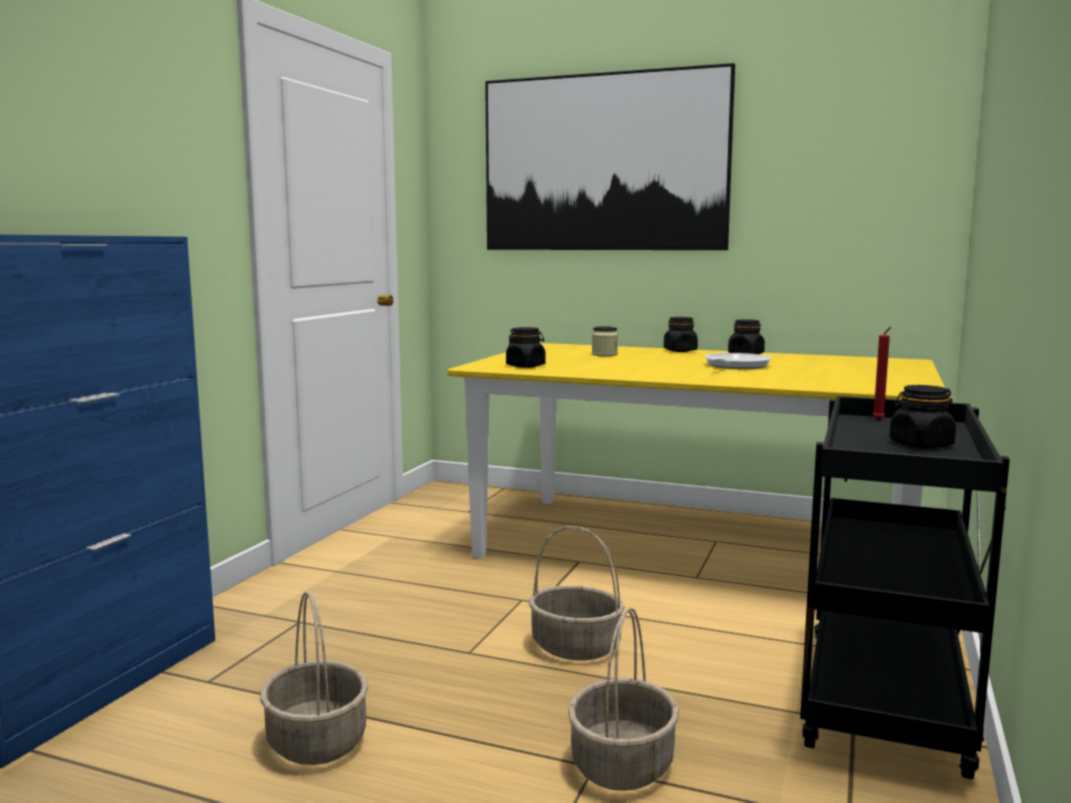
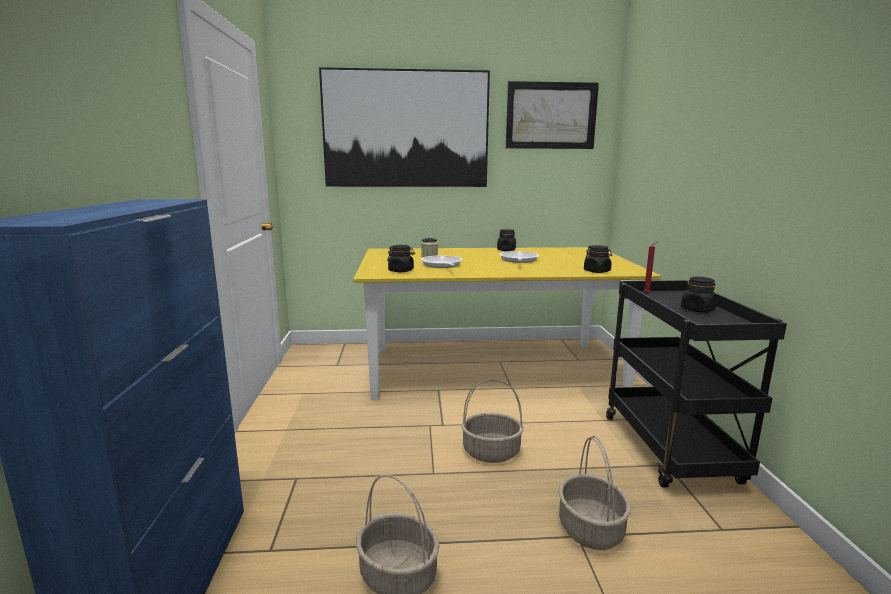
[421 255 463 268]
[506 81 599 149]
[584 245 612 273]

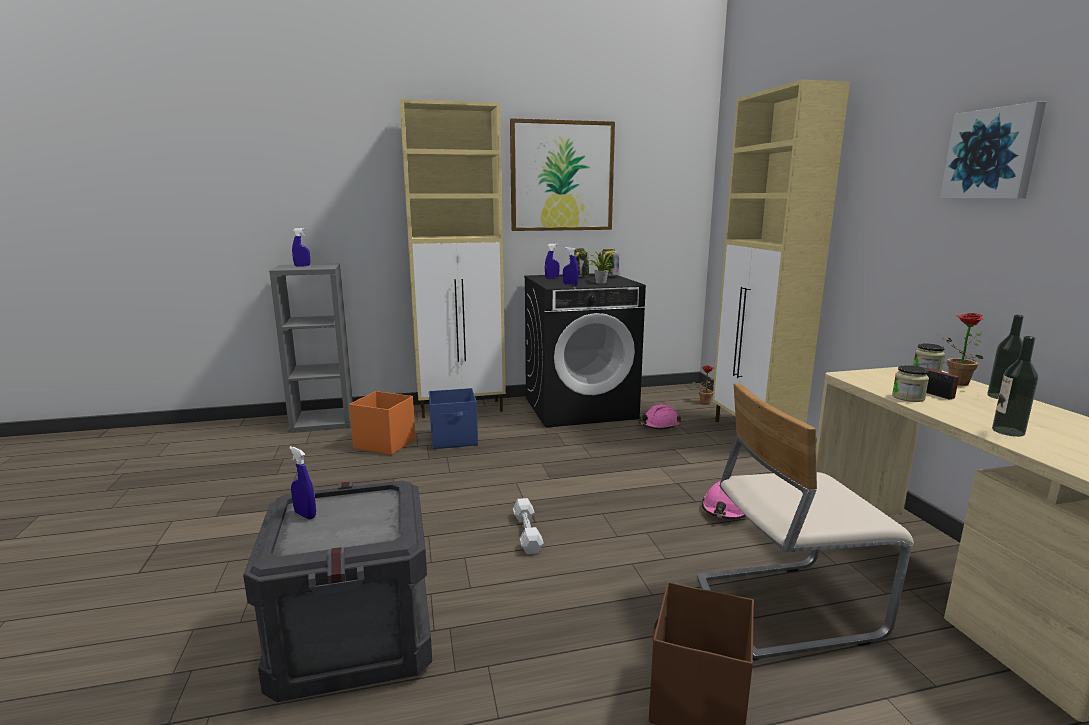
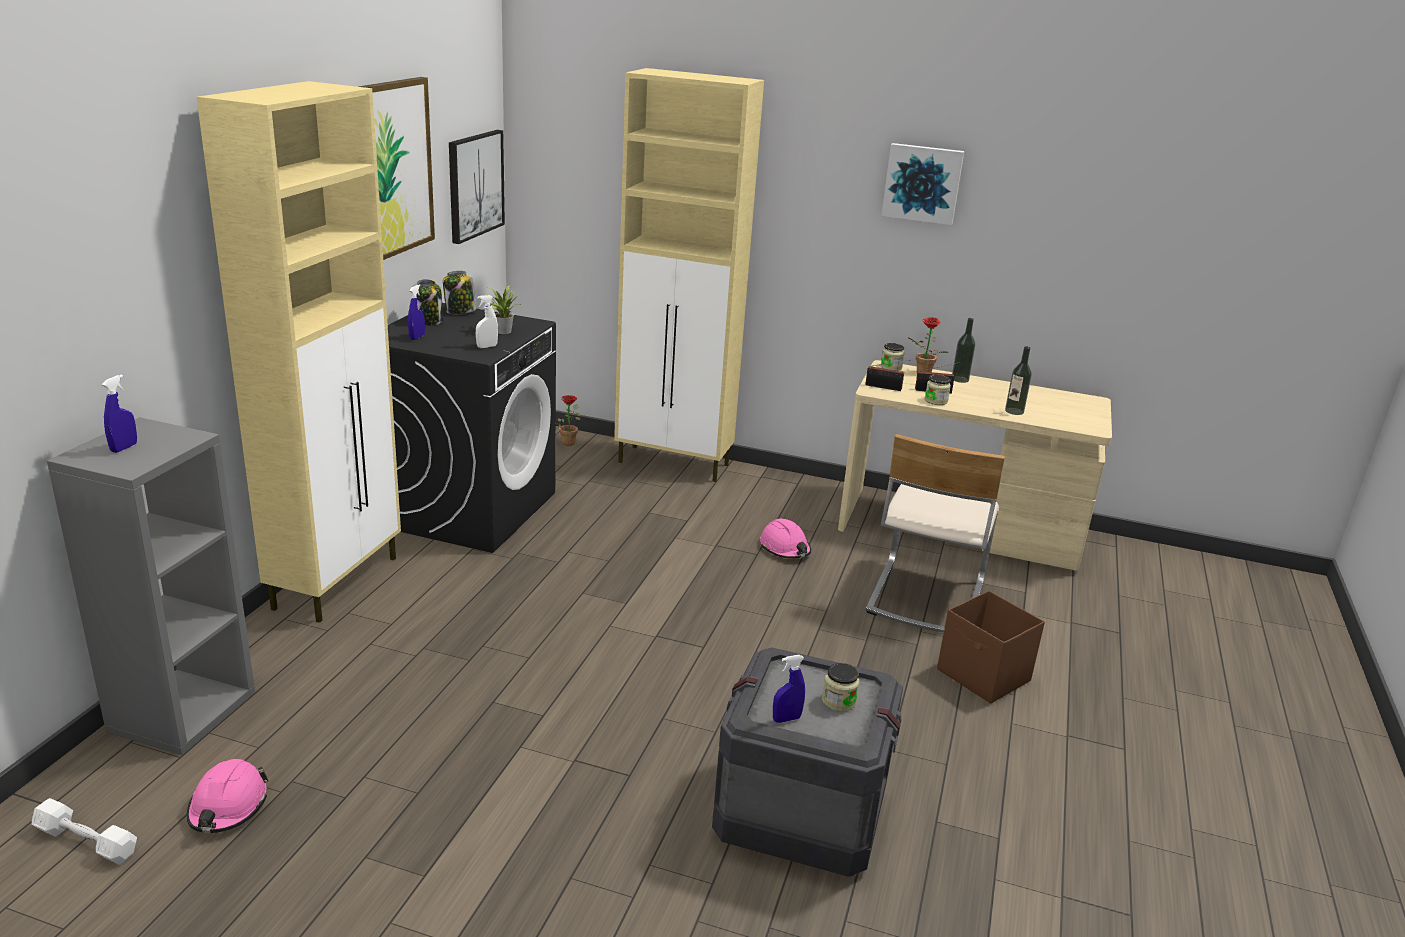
[32 798 137 865]
[187 759 268 833]
[449 130 505 244]
[476 295 498 348]
[822 663 859 712]
[865 360 911 391]
[349 391 415 455] (first image)
[429 388 478 449] (first image)

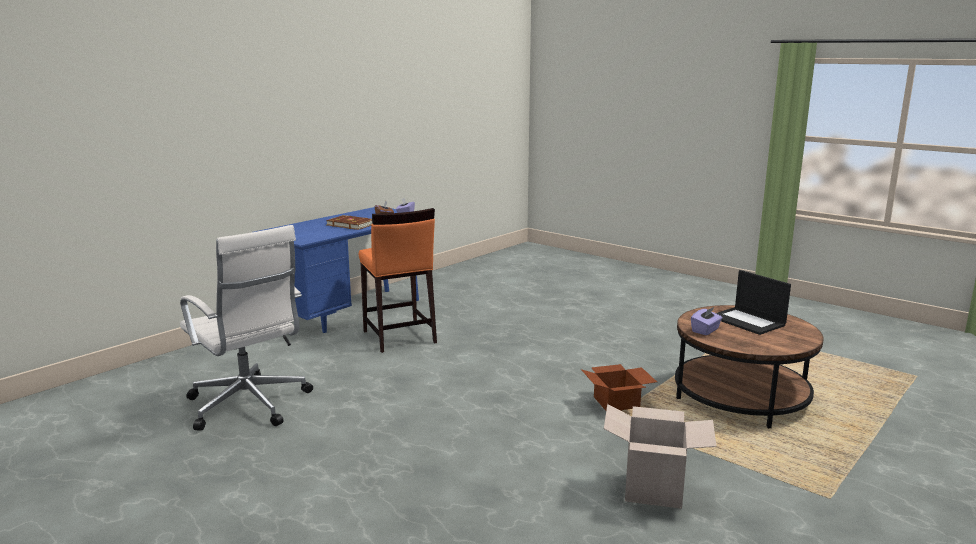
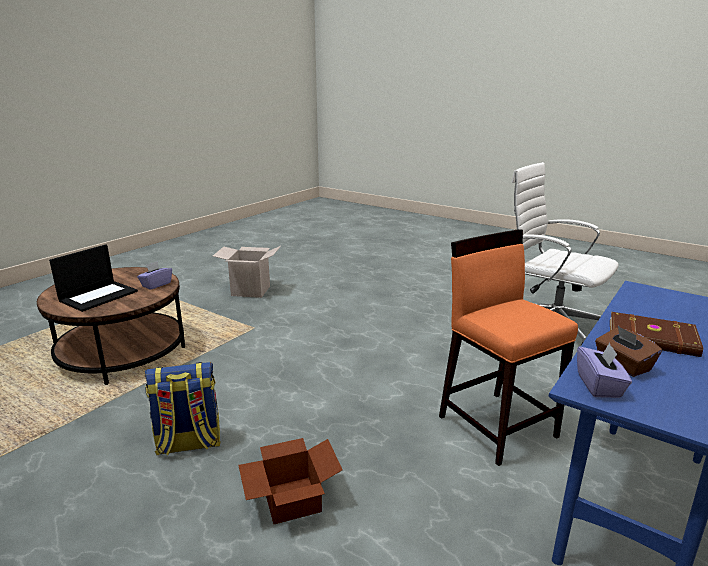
[49 244 138 312]
[145 362 221 455]
[238 438 343 524]

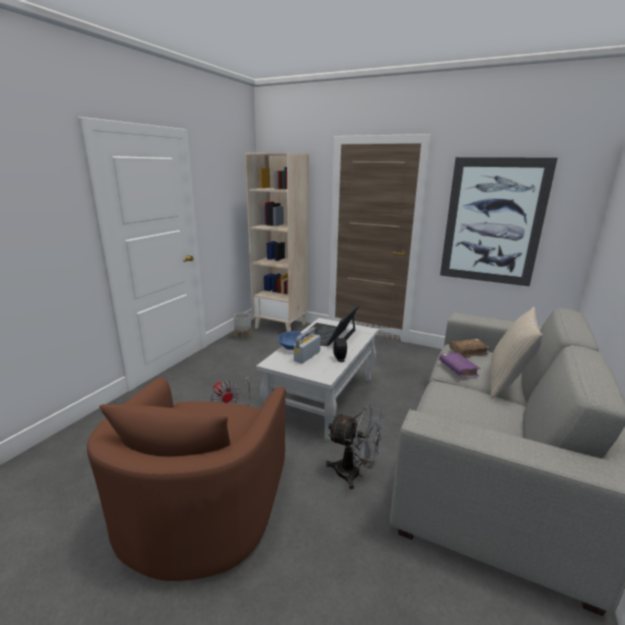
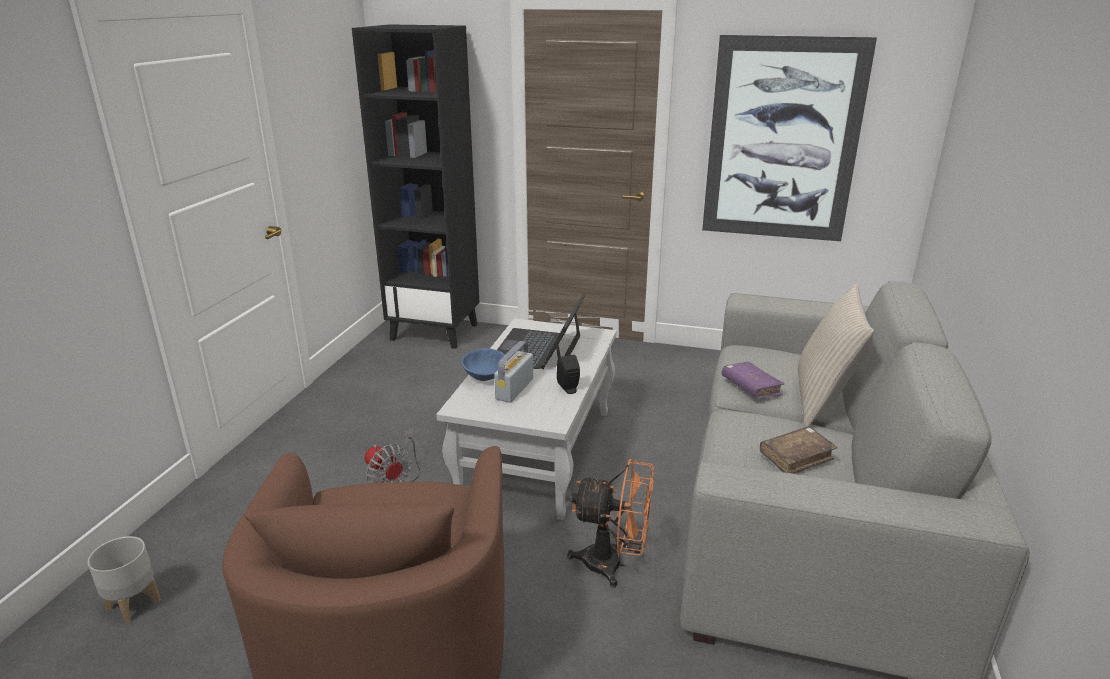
[88 536 160 624]
[352 25 479 349]
[567 459 654 588]
[760 427 838 474]

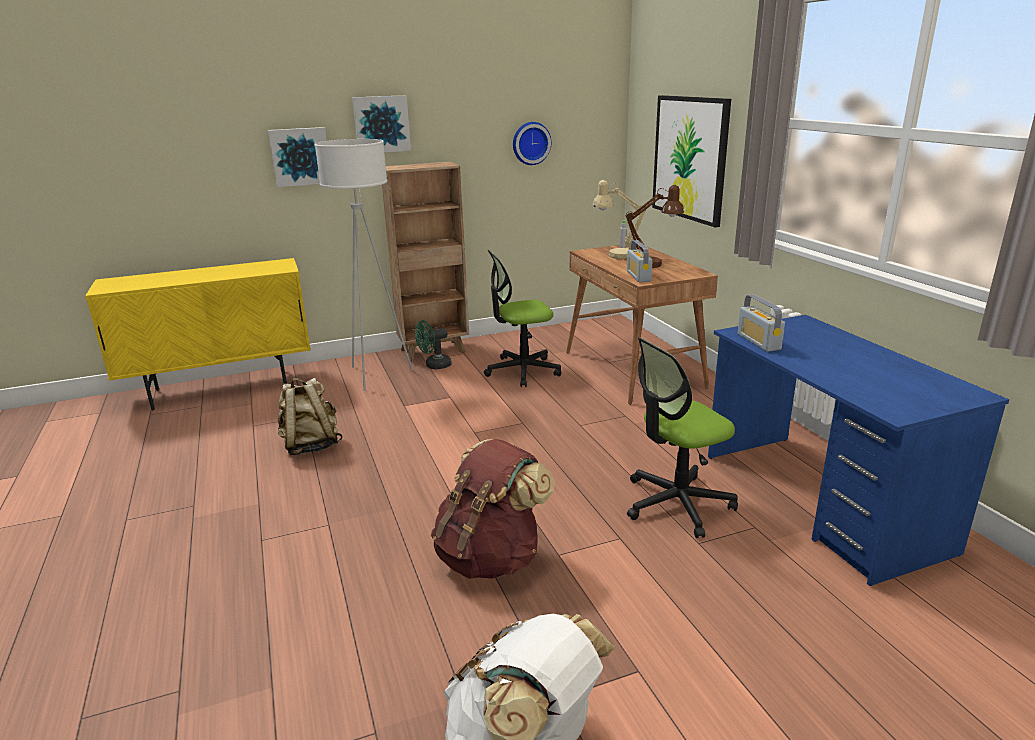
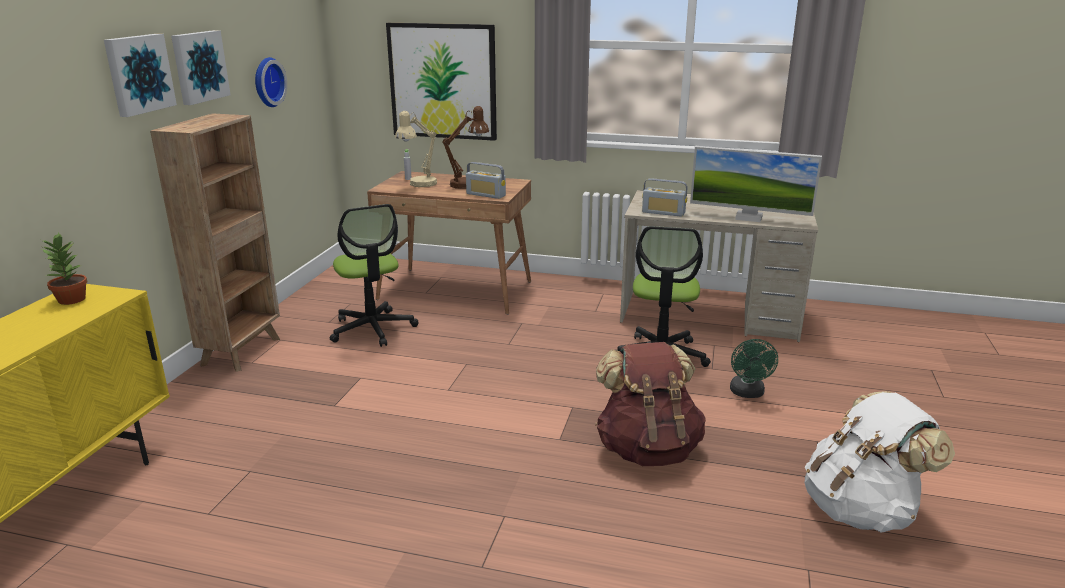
[41 232 87 305]
[171 30 231 105]
[330 204 418 347]
[620 190 818 342]
[690 146 822 222]
[730 339 778 398]
[278 378 342 455] (first image)
[315 139 413 391] (first image)

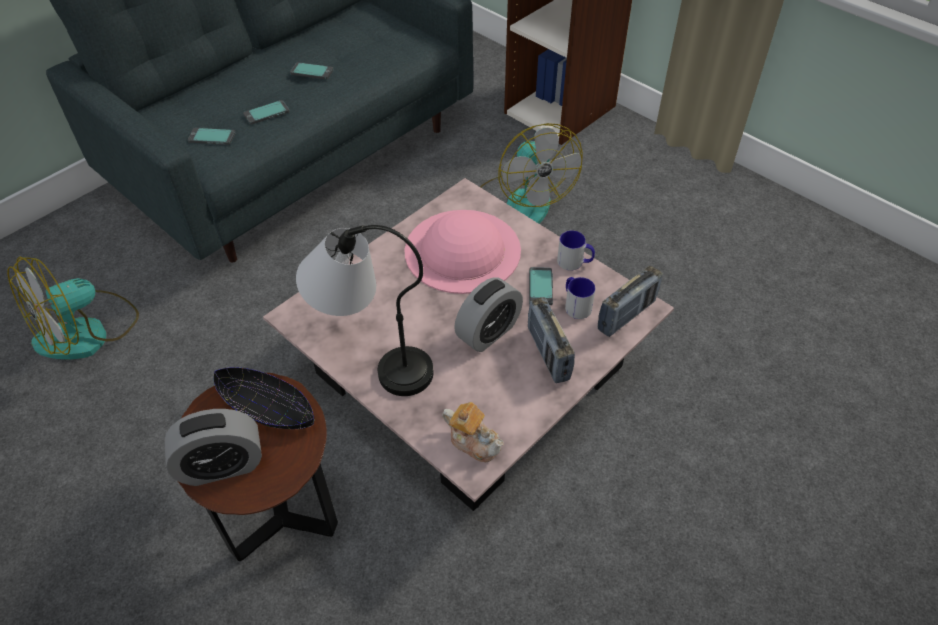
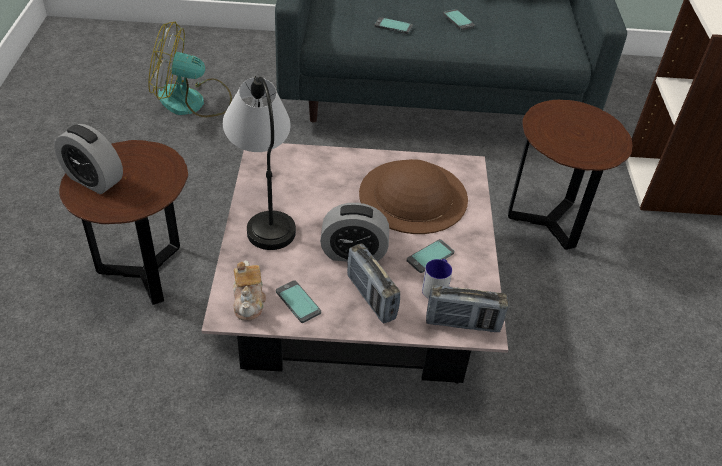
[276 280 321 323]
[347 244 400 323]
[359 159 468 234]
[508 100 632 250]
[213 367 314 429] (first image)
[557 230 595 271] (first image)

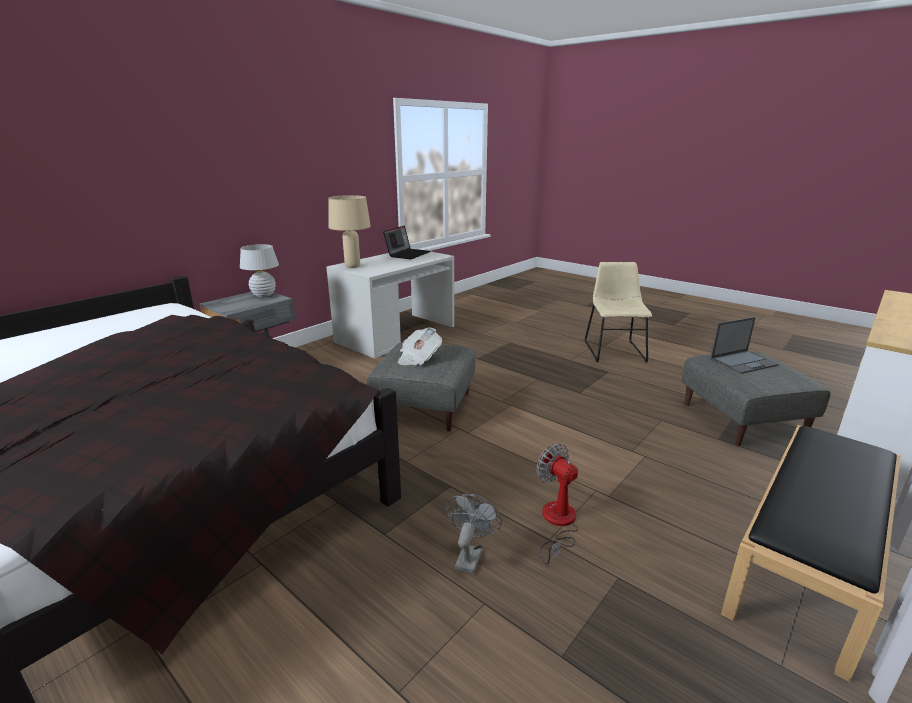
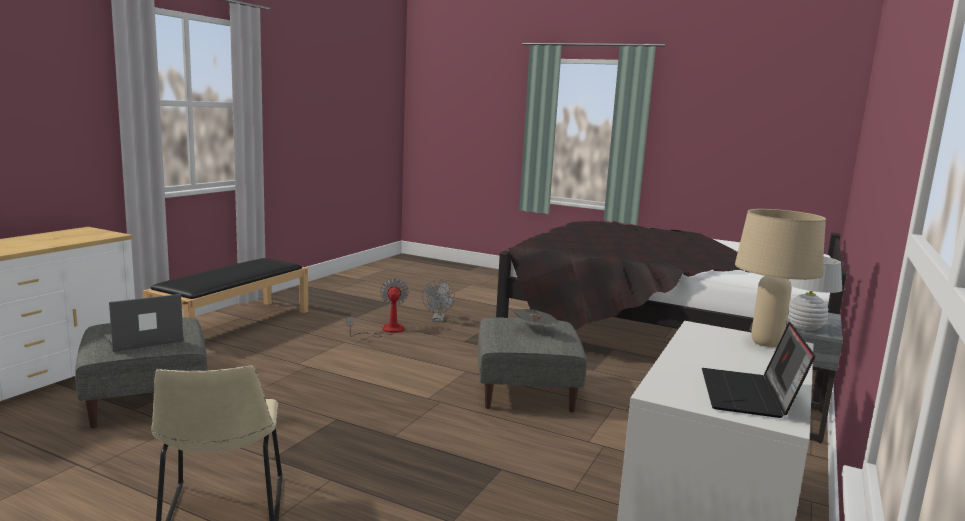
[347 278 409 337]

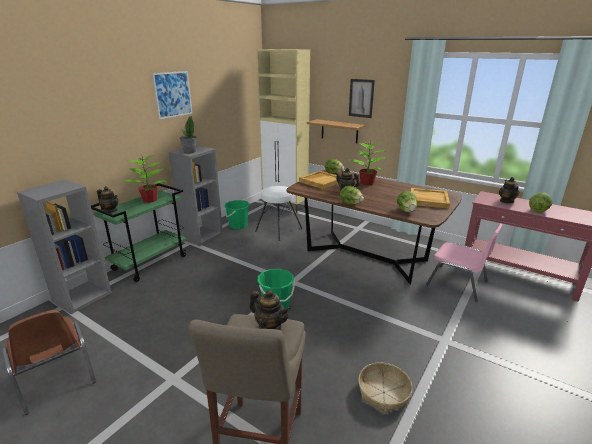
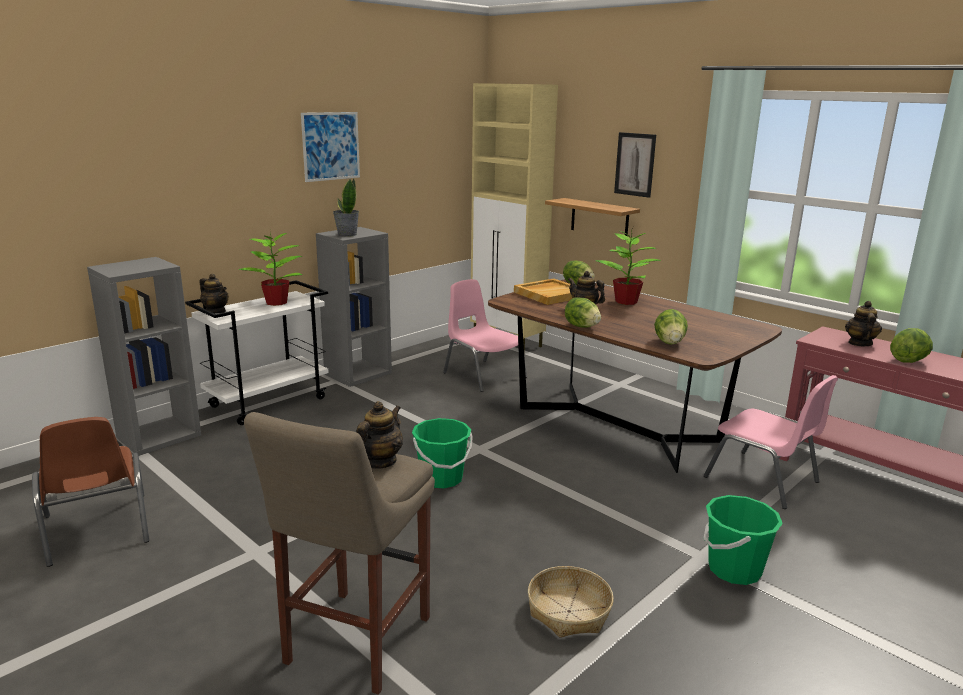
[185 280 329 425]
[356 401 403 469]
[443 279 527 392]
[703 495 783 585]
[411 188 450 209] (first image)

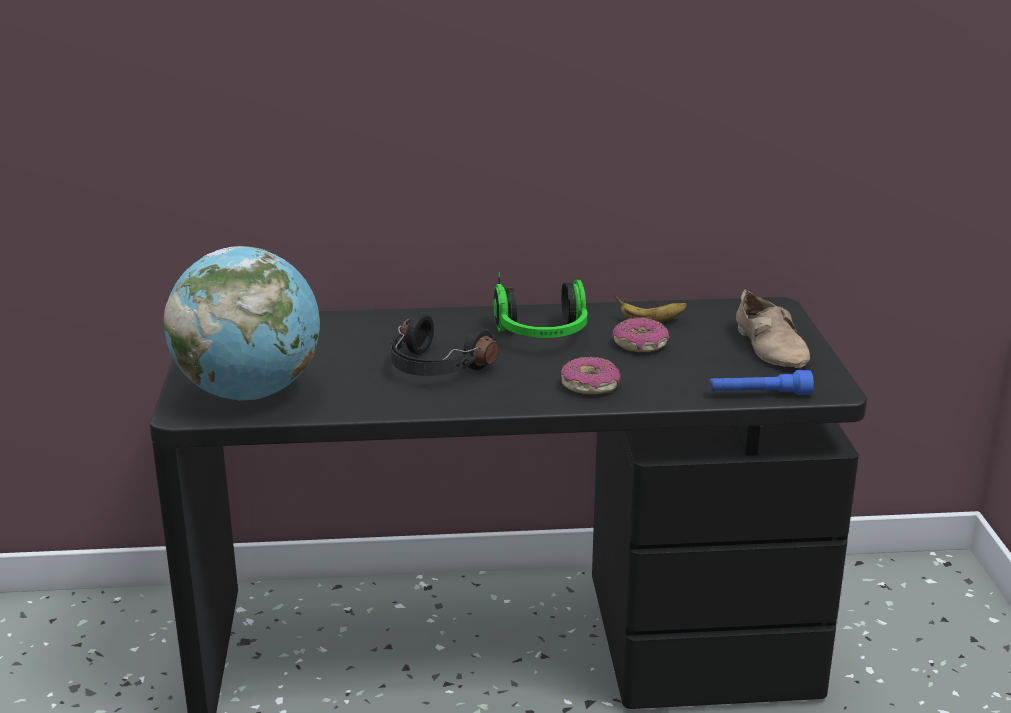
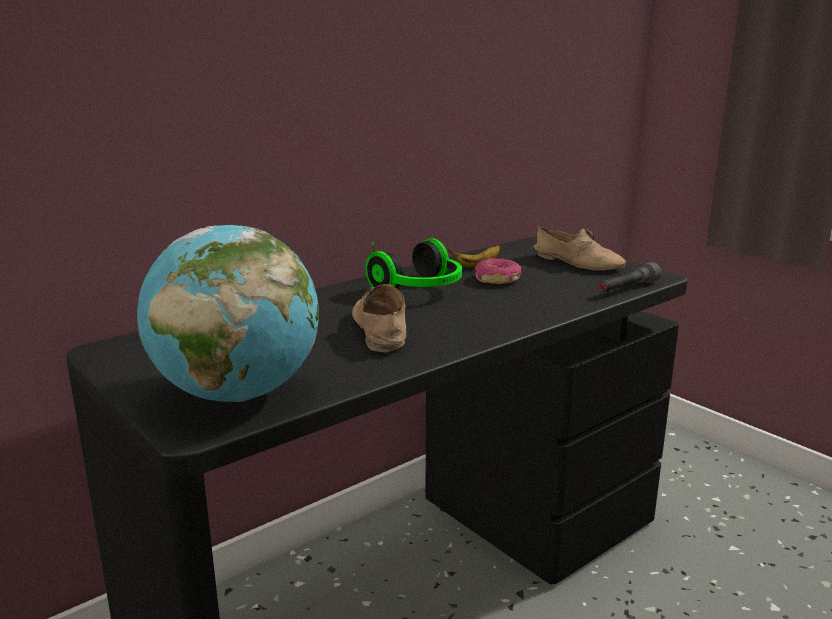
[352 284 406 353]
[599 262 661 292]
[561 357 620 394] (first image)

